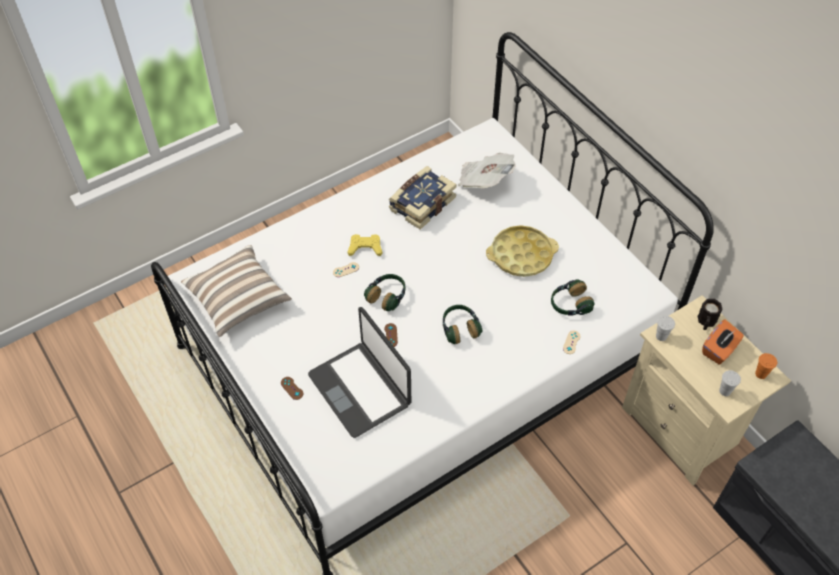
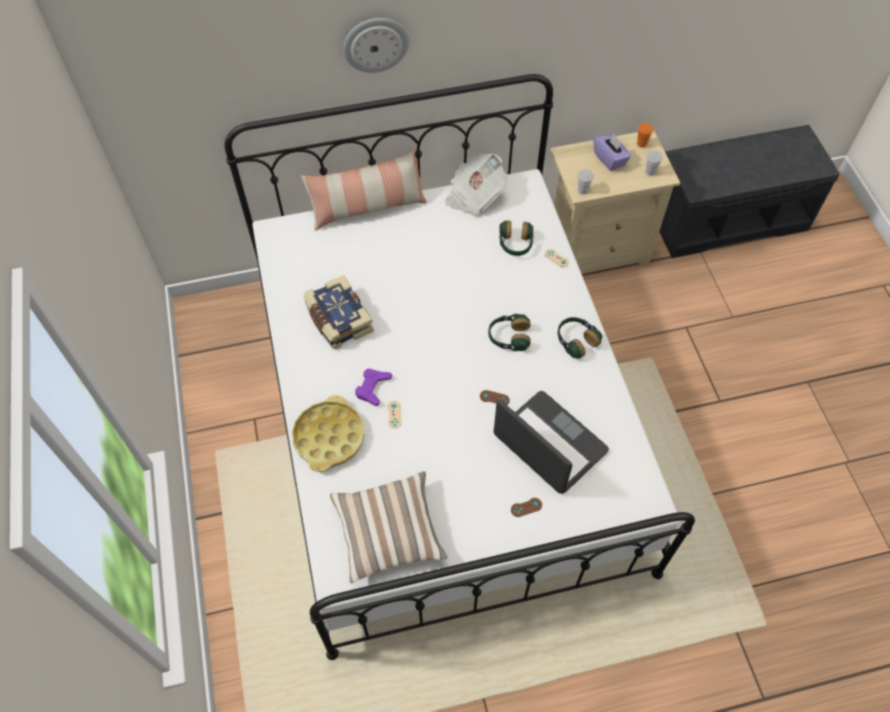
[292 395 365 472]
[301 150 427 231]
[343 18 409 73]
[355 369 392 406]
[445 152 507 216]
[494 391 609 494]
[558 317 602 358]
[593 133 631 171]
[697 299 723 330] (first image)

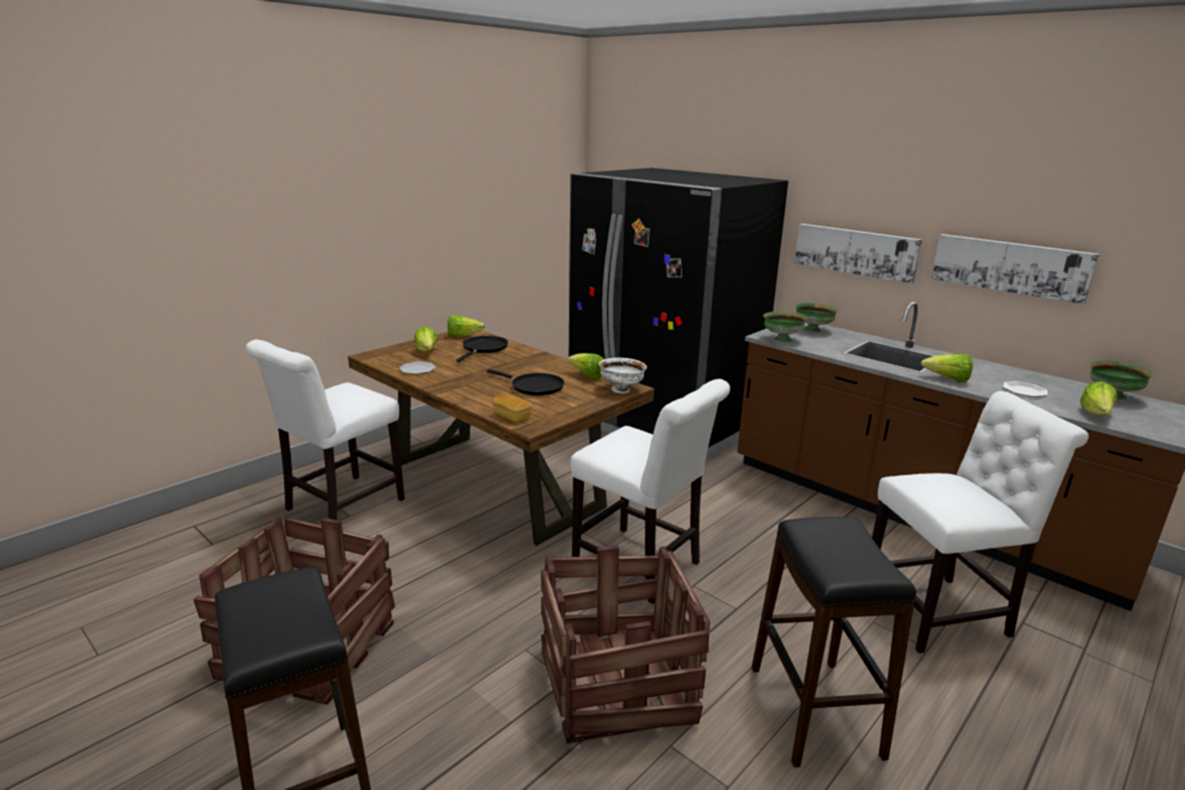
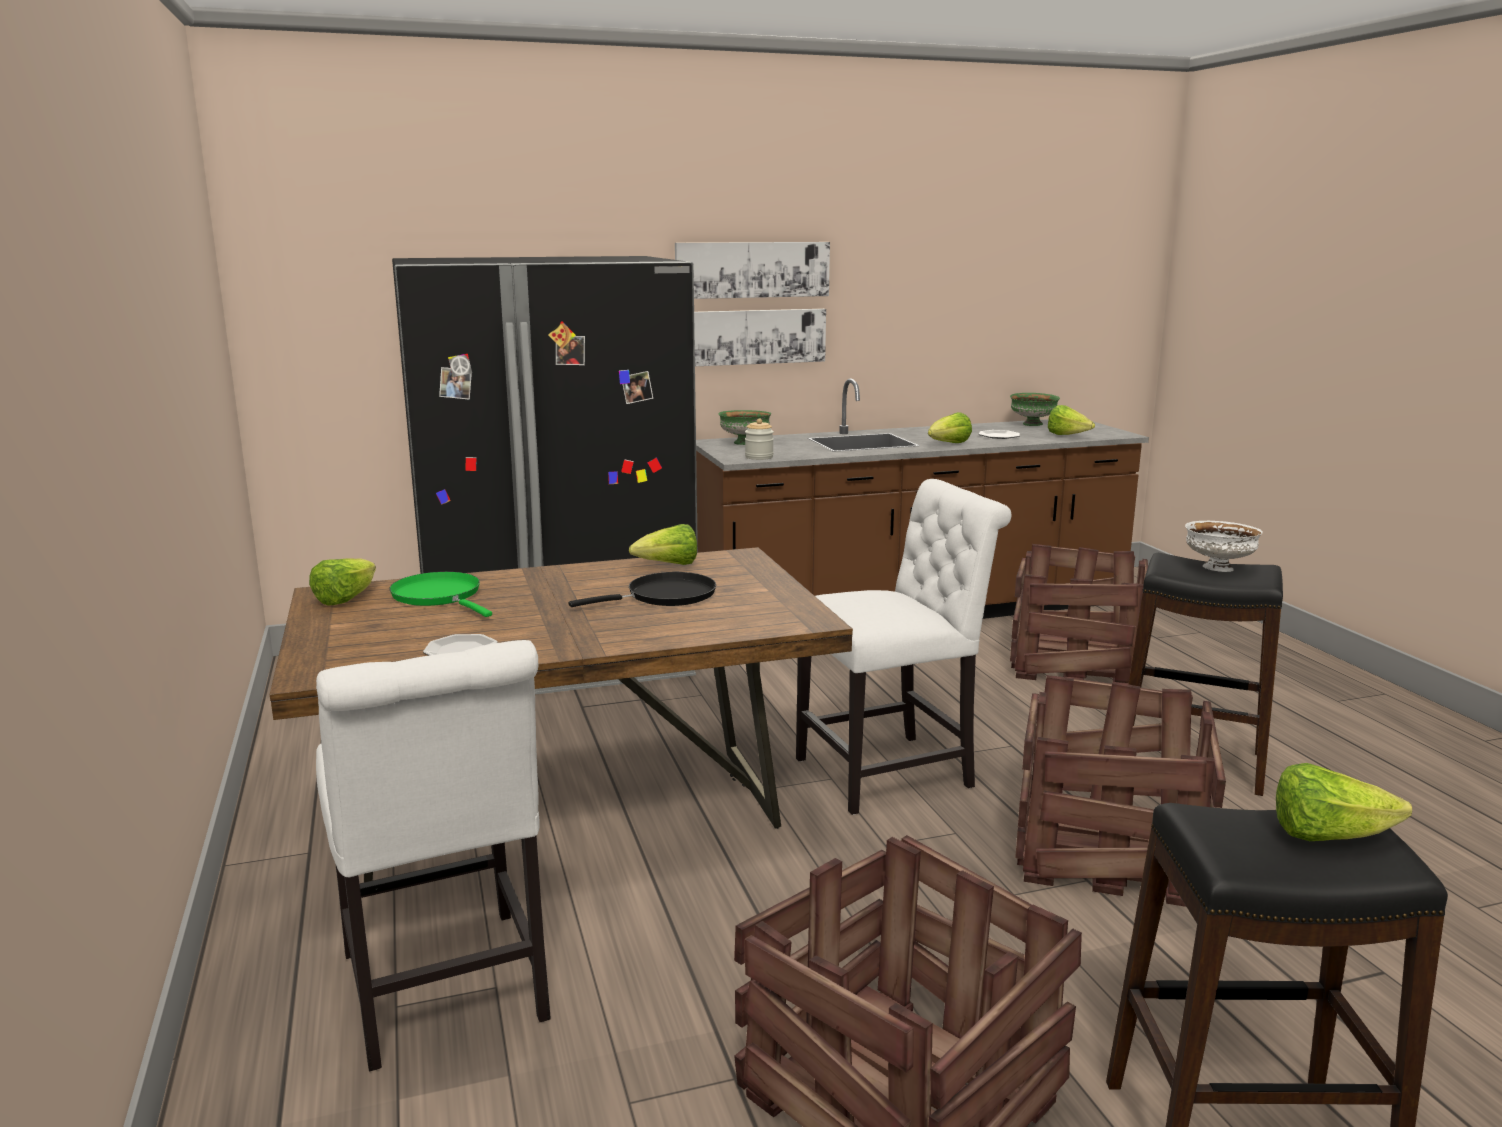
[389 572 492 617]
[675 242 830 299]
[745 419 774 460]
[1010 544 1148 684]
[1185 521 1263 572]
[1276 763 1412 841]
[493 394 532 422] (first image)

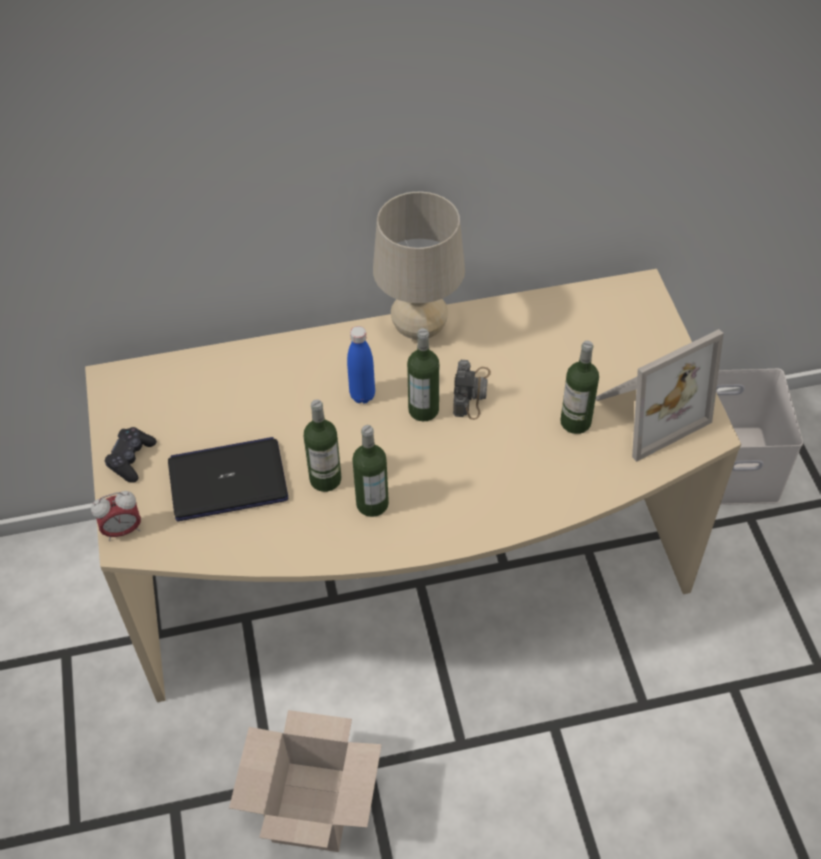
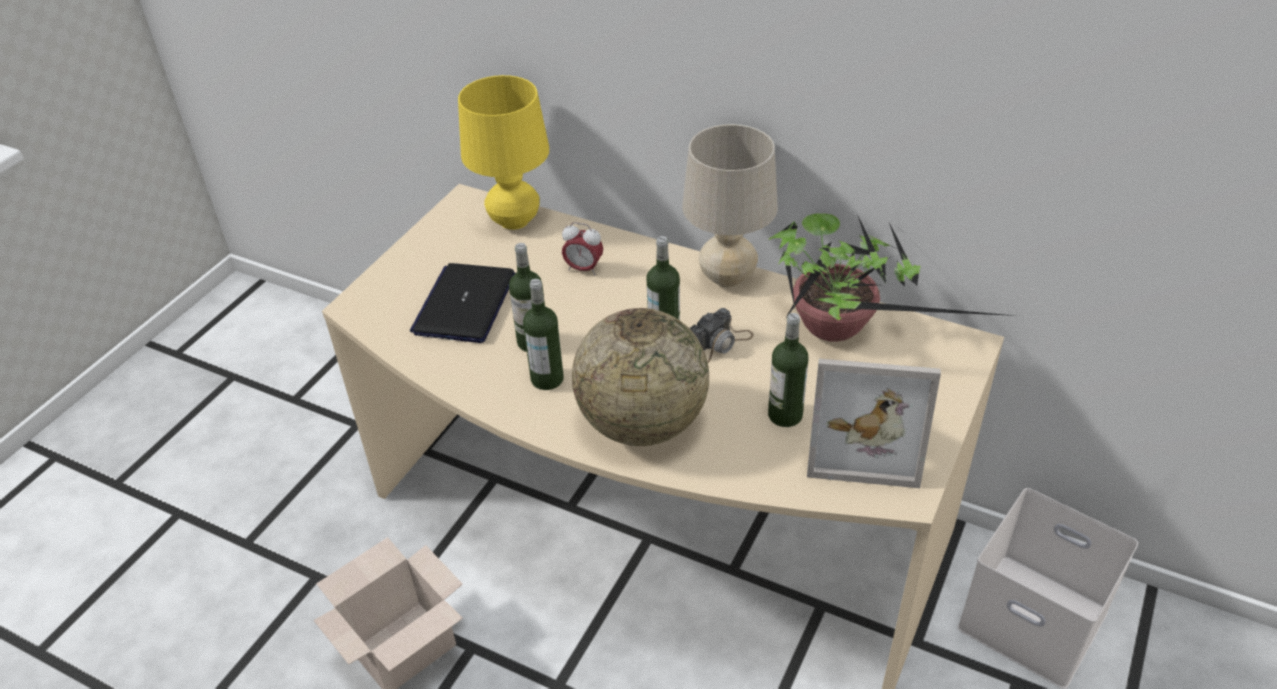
[410 263 516 343]
[458 75 549 230]
[562 222 603 276]
[572 308 709 446]
[769 213 1016 342]
[105 427 157 483] (first image)
[347 326 375 404] (first image)

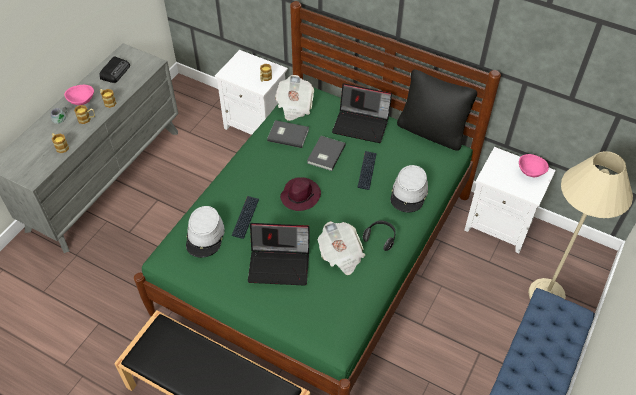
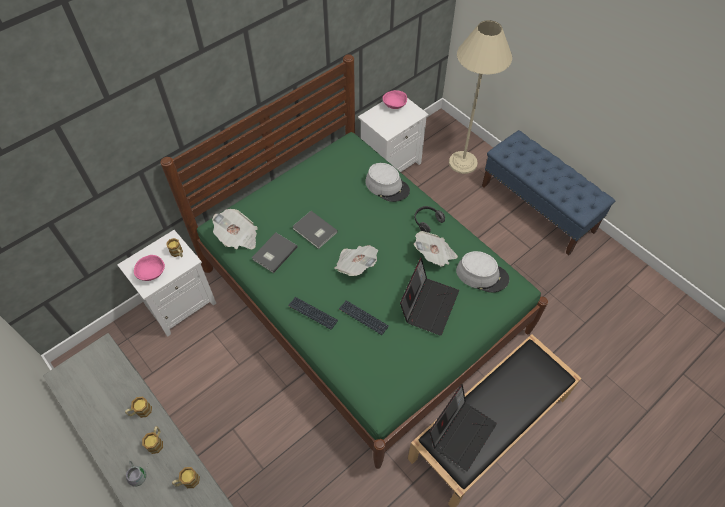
[134 255 165 281]
[288 297 338 330]
[334 245 378 276]
[429 384 497 471]
[456 251 509 293]
[99 56 130 83] (first image)
[397 70 477 151] (first image)

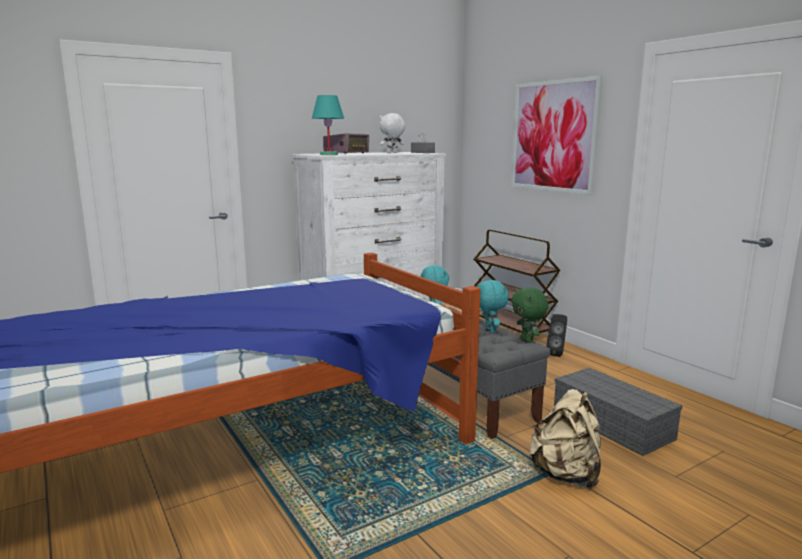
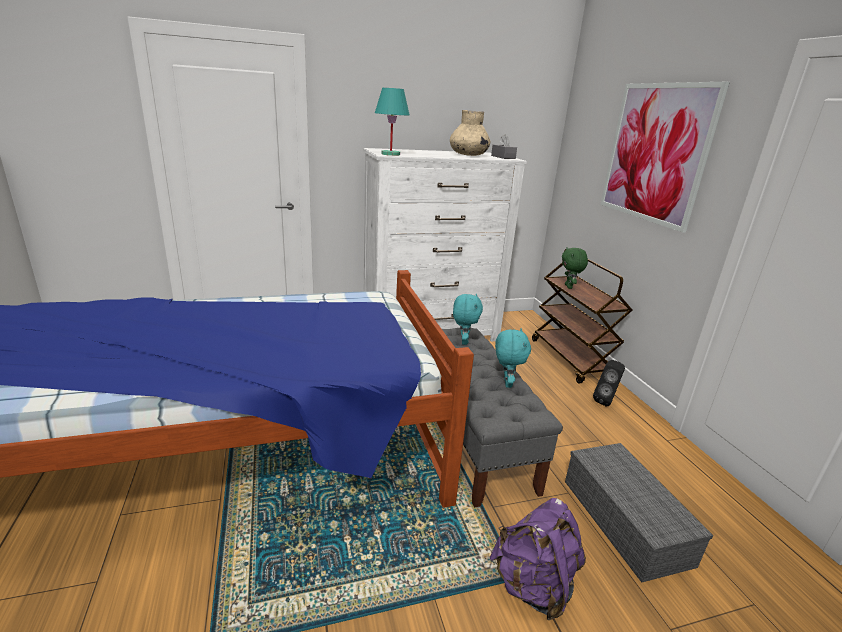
[450 110 490 156]
[490 498 586 620]
[562 247 588 289]
[323 133 369 153] (first image)

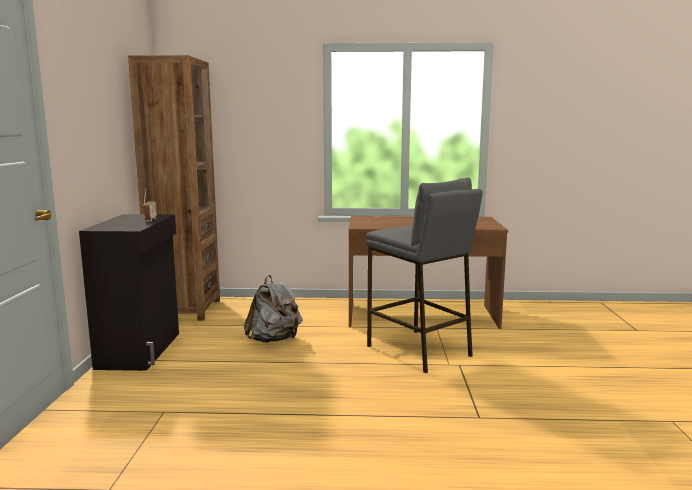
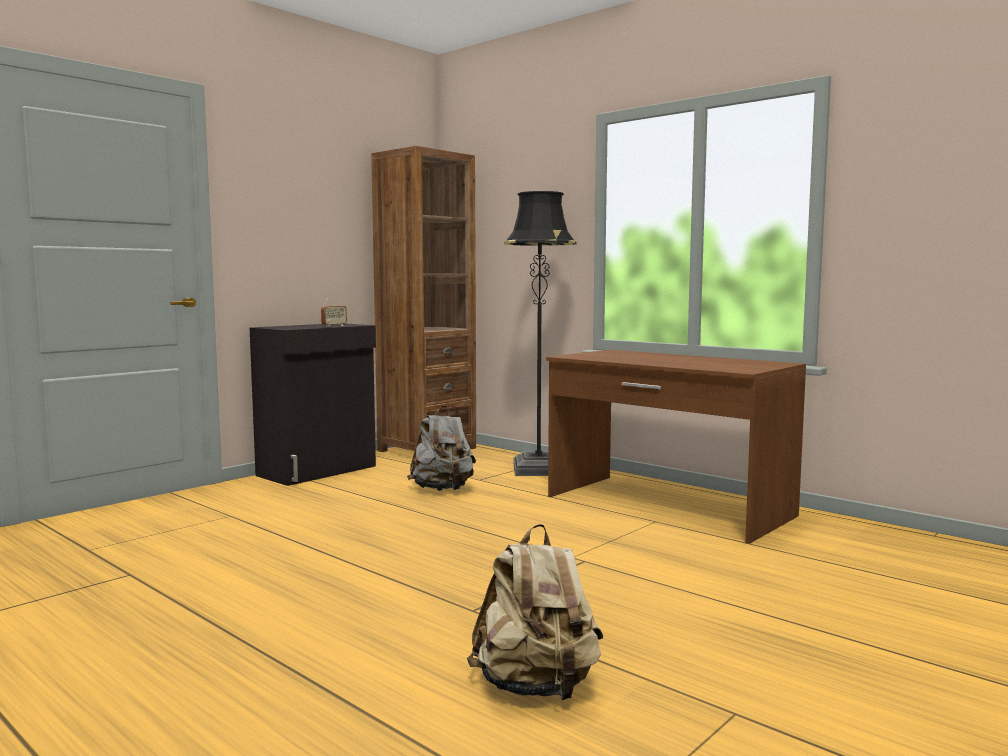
[467 524 604 700]
[504 191 577 476]
[366 177 483 373] (first image)

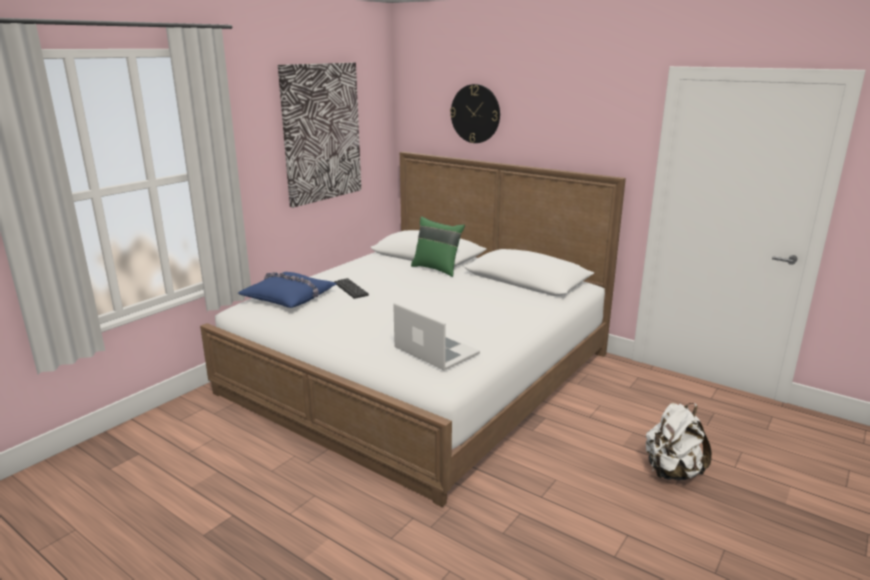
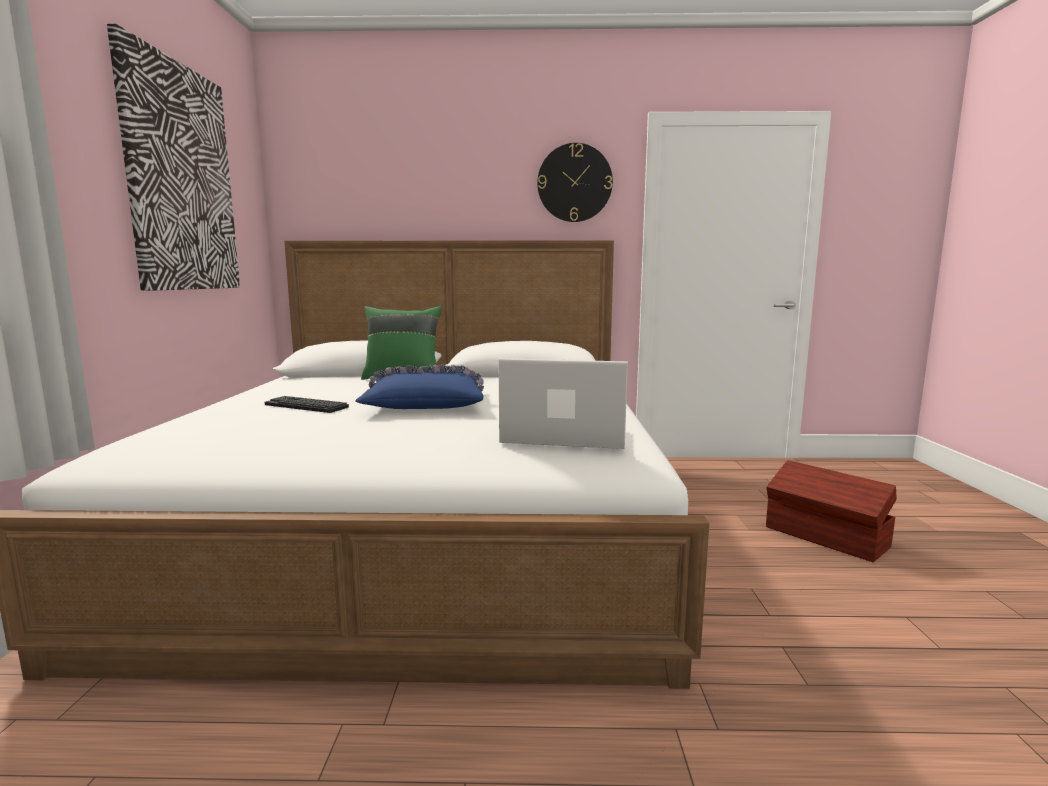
[355 365 484 409]
[537 143 613 222]
[766 460 897 562]

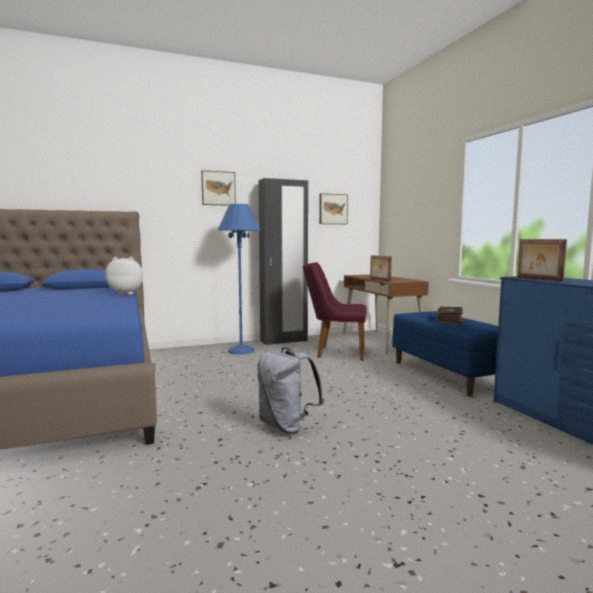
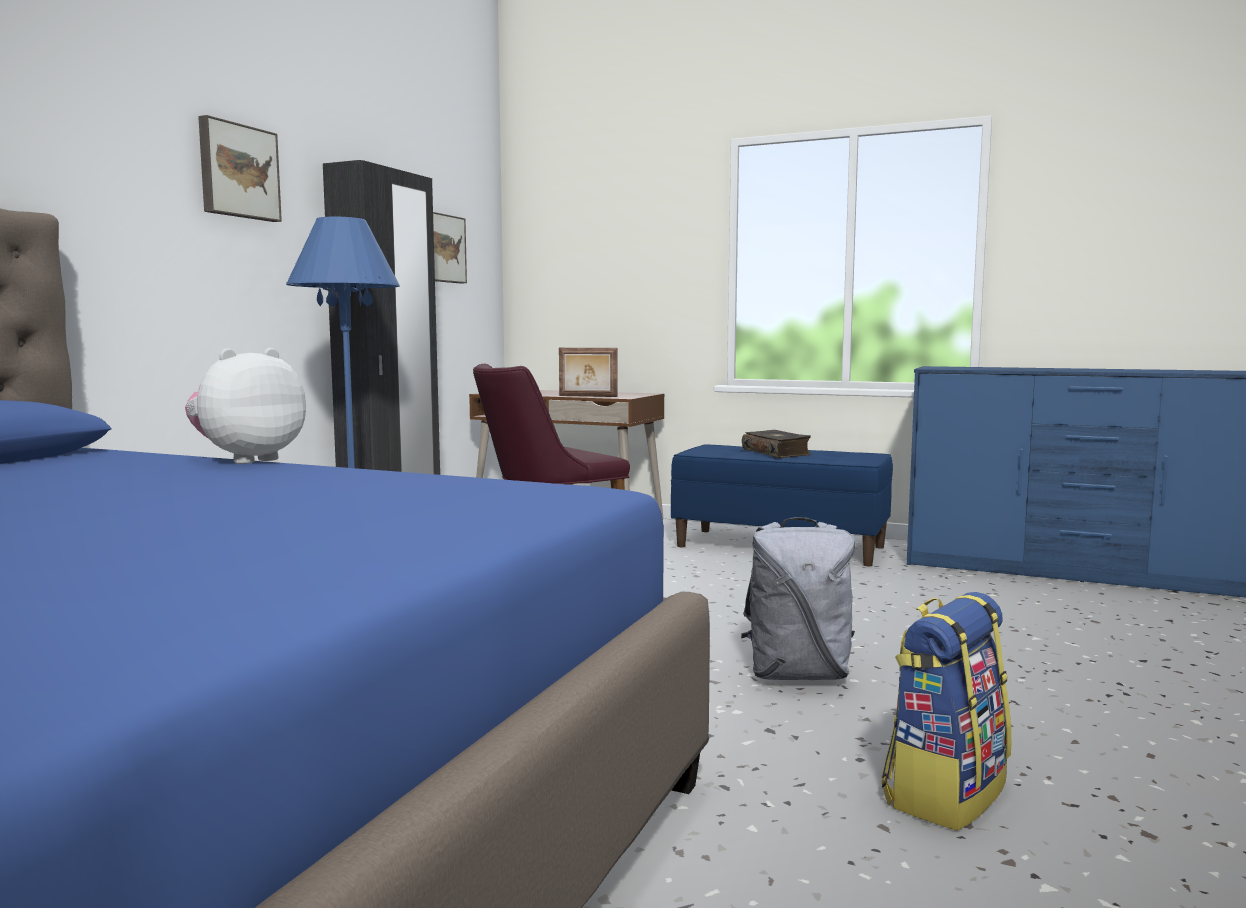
[881 592 1011 831]
[517 239 567 282] (first image)

